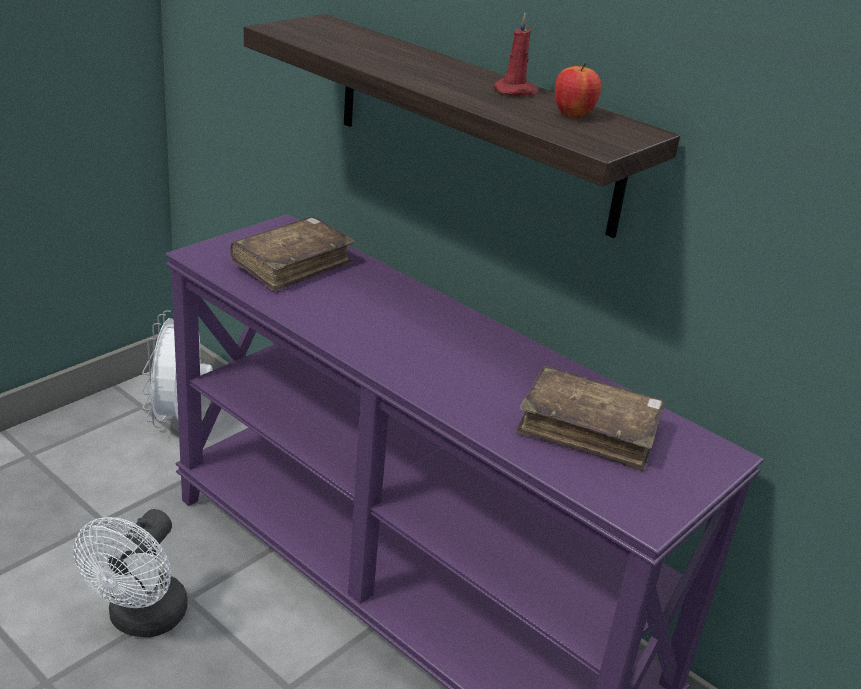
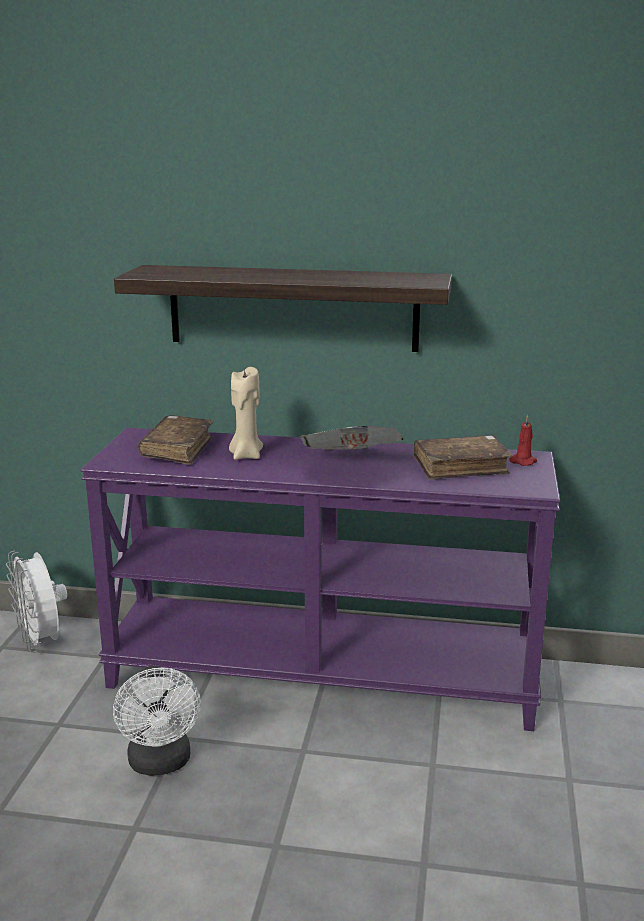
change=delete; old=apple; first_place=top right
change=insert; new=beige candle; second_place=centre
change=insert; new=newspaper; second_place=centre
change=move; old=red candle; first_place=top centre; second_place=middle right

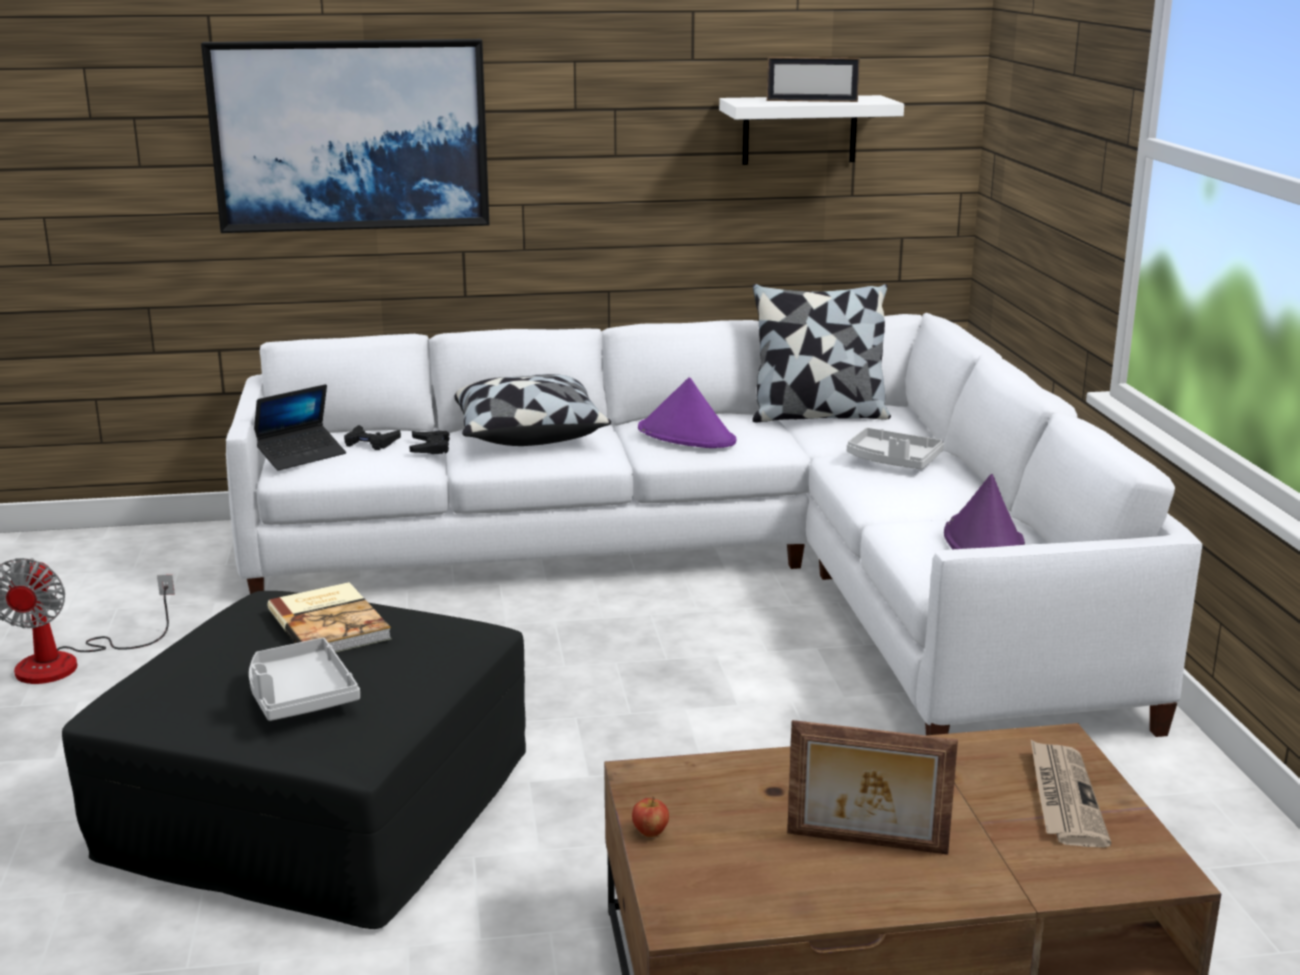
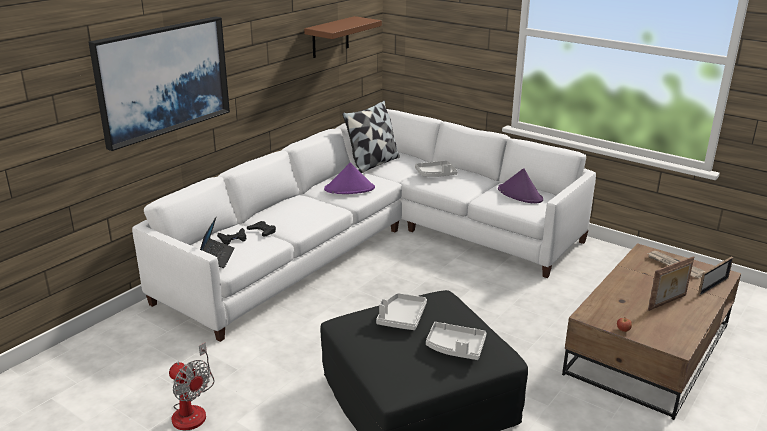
change=delete; old=pillow (1st from left); first_place=centre
change=move; old=picture frame (1st from left in the first image); new=picture frame (2nd from left); first_place=top centre; second_place=middle right
change=replace; old=book; new=grey tray (1st from left); first_place=middle left; second_place=bottom centre
change=recolor; old=white shelf; new=brown shelf; first_place=top centre; second_place=top centre

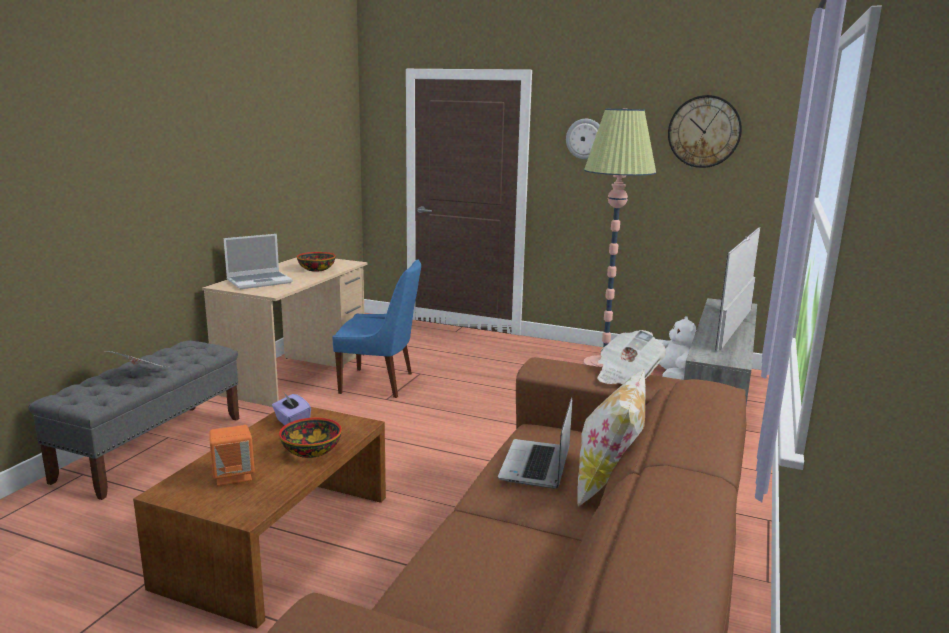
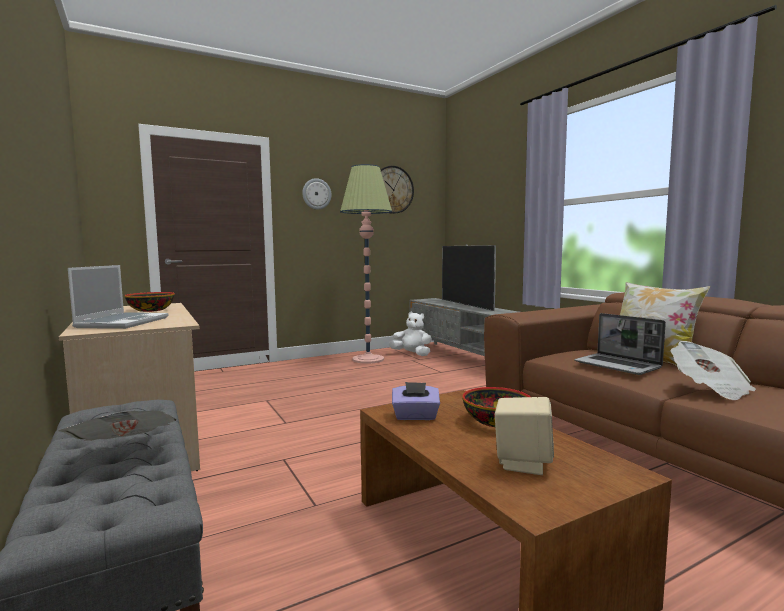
change=delete; old=blue chair; first_place=centre
change=move; old=newspaper (2nd from left); first_place=centre; second_place=middle right
change=recolor; old=orange speaker; new=beige speaker; first_place=bottom left; second_place=bottom right

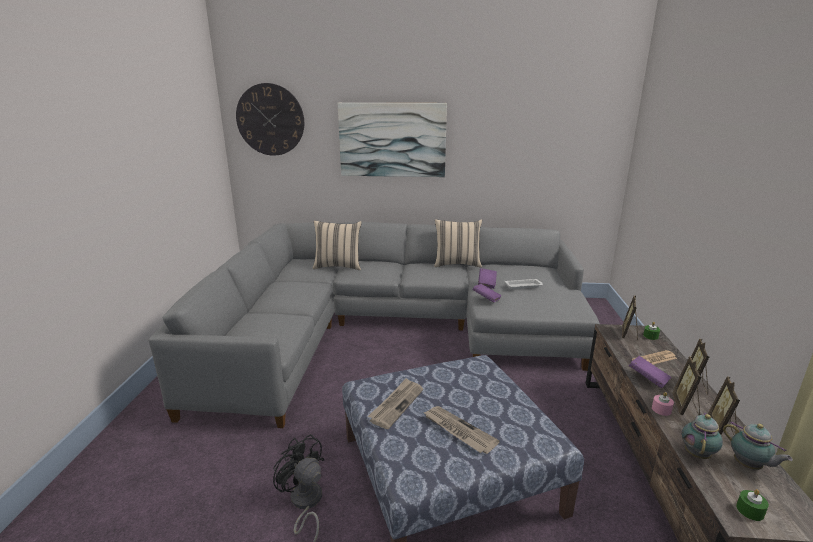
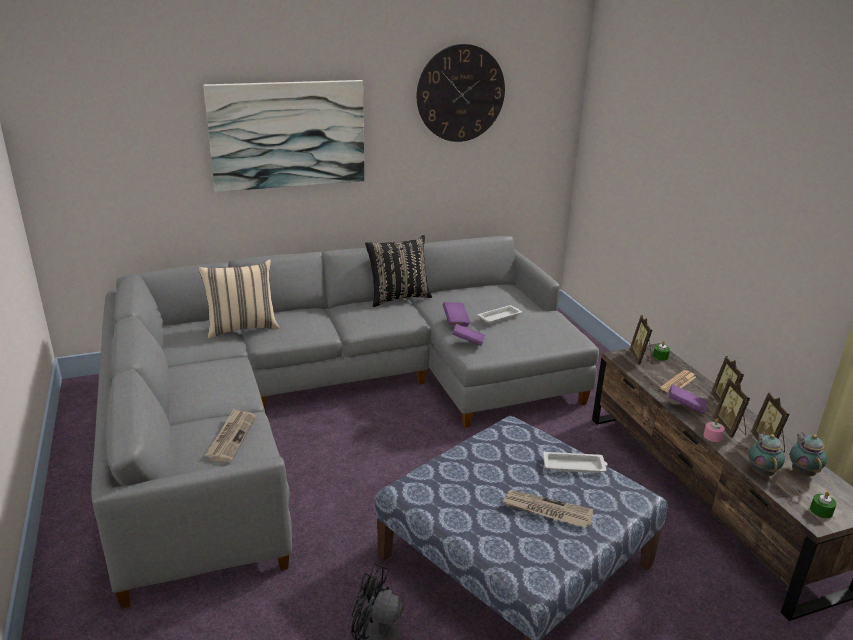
change=insert; new=white tray (2nd from left); second_place=bottom right
change=move; old=wall clock; first_place=top left; second_place=top centre
change=move; old=newspaper (1st from left); first_place=bottom centre; second_place=bottom left
change=recolor; old=beige pillow (2nd from left); new=black pillow; first_place=centre; second_place=centre
change=rotate; old=teapot (2nd from left); first_place=bottom right; second_place=bottom right; degrees=-120

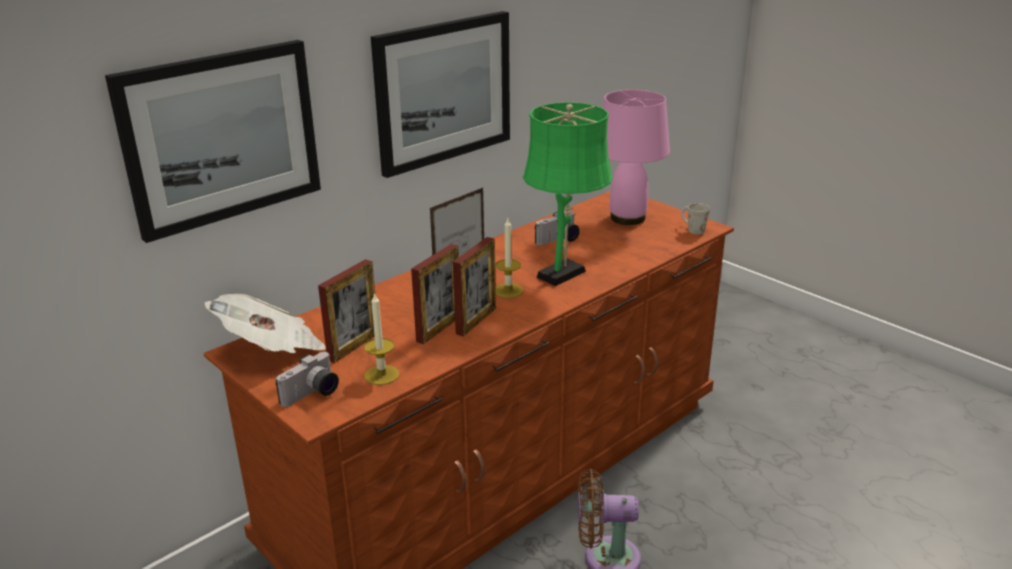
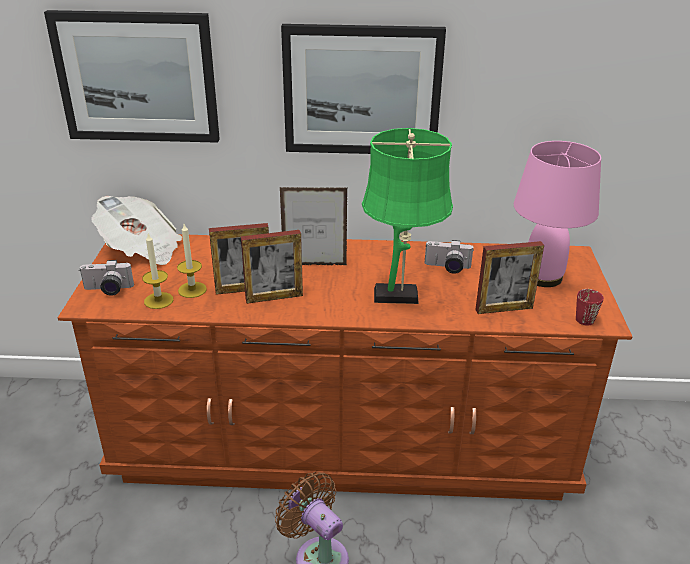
change=move; old=picture frame (1st from left in the first image); new=picture frame (4th from left); first_place=centre; second_place=middle right
change=move; old=candle (2nd from left); first_place=centre; second_place=middle left
change=recolor; old=white mug; new=red mug; first_place=middle right; second_place=middle right

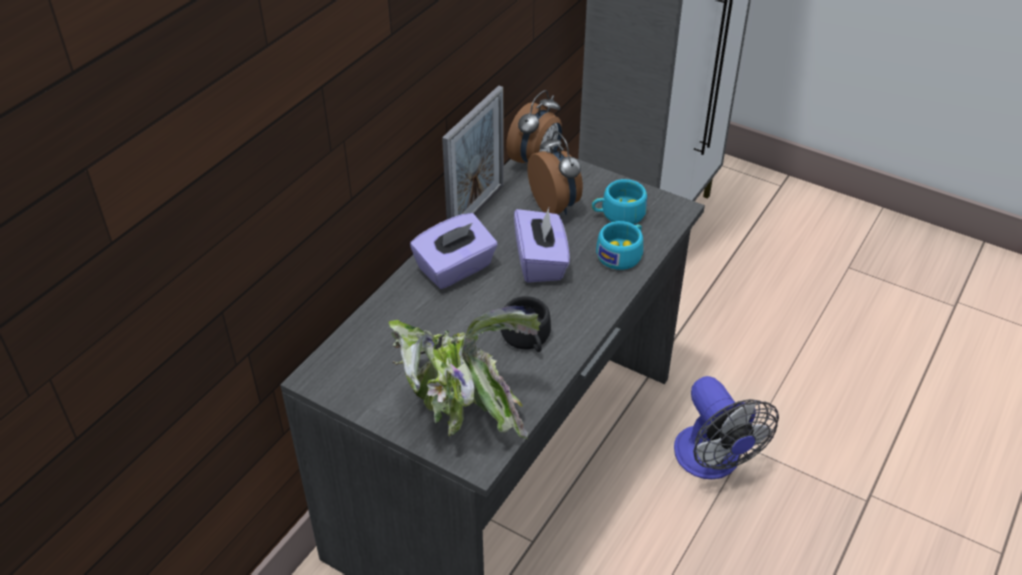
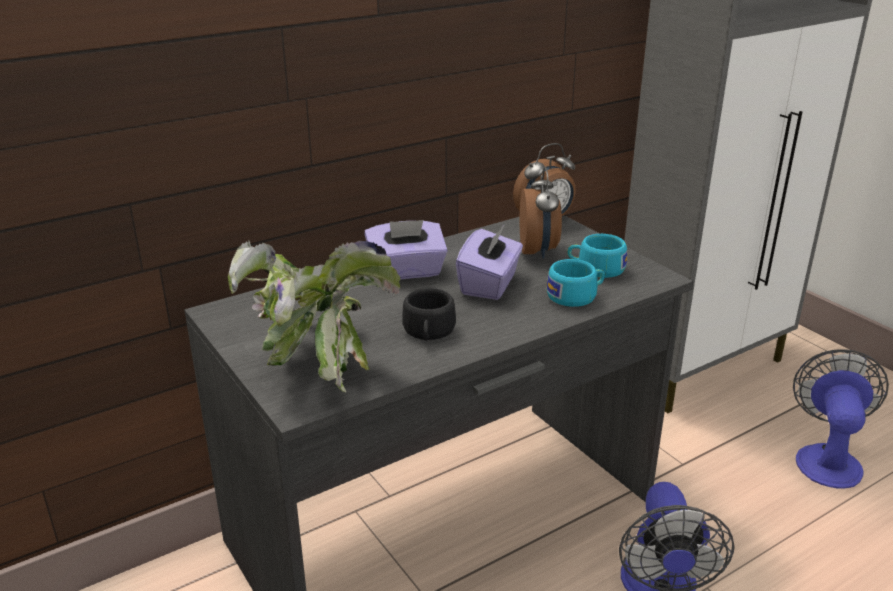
change=delete; old=picture frame; first_place=top centre
change=insert; new=fan (2nd from left); second_place=bottom right

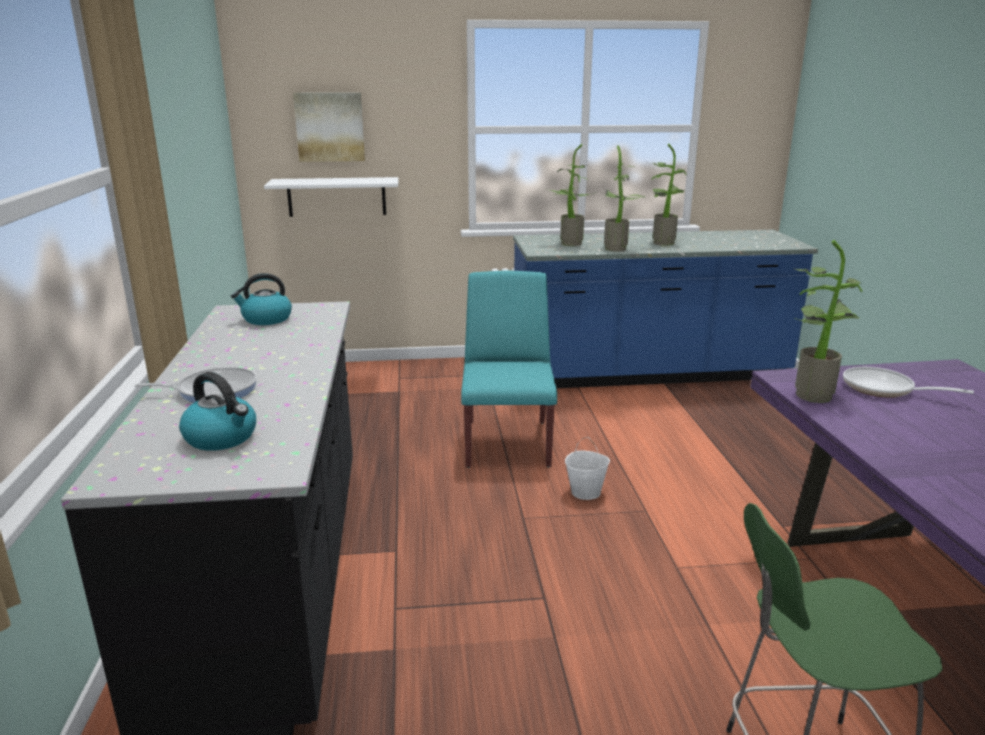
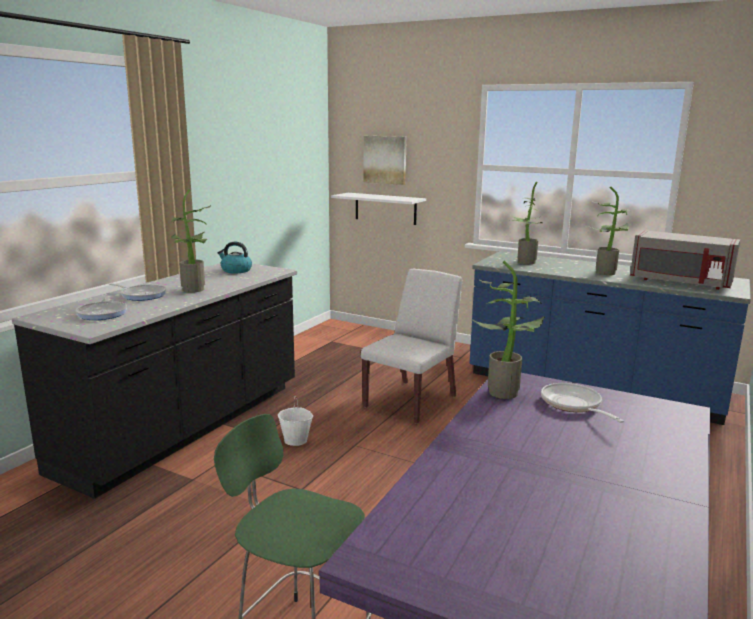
change=insert; new=grey microwave; second_place=middle right
change=move; old=white bucket; first_place=centre; second_place=bottom centre
change=move; old=potted plant (2nd from left in the first image); new=potted plant (1st from left); first_place=top centre; second_place=middle left
change=replace; old=kettle (1st from left); new=frying pan (1st from left); first_place=middle left; second_place=middle left
change=recolor; old=turquoise chair; new=white chair; first_place=centre; second_place=centre

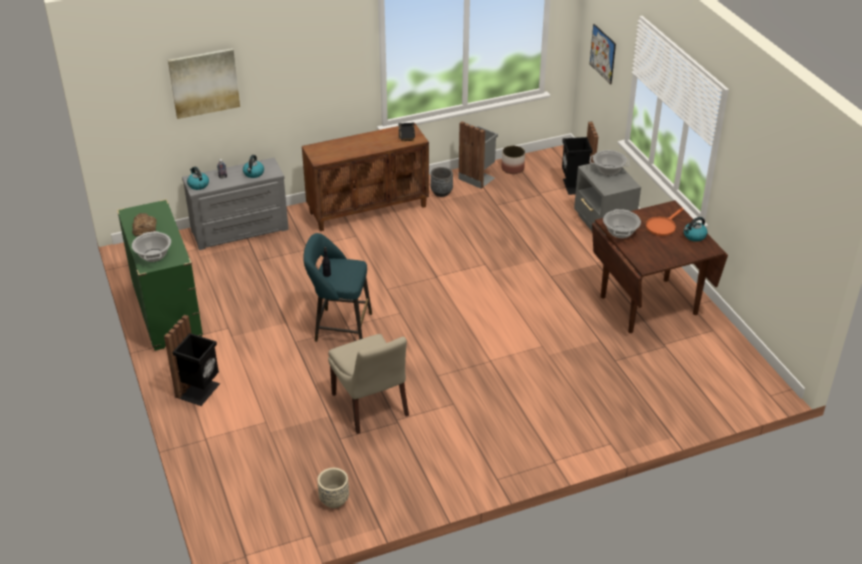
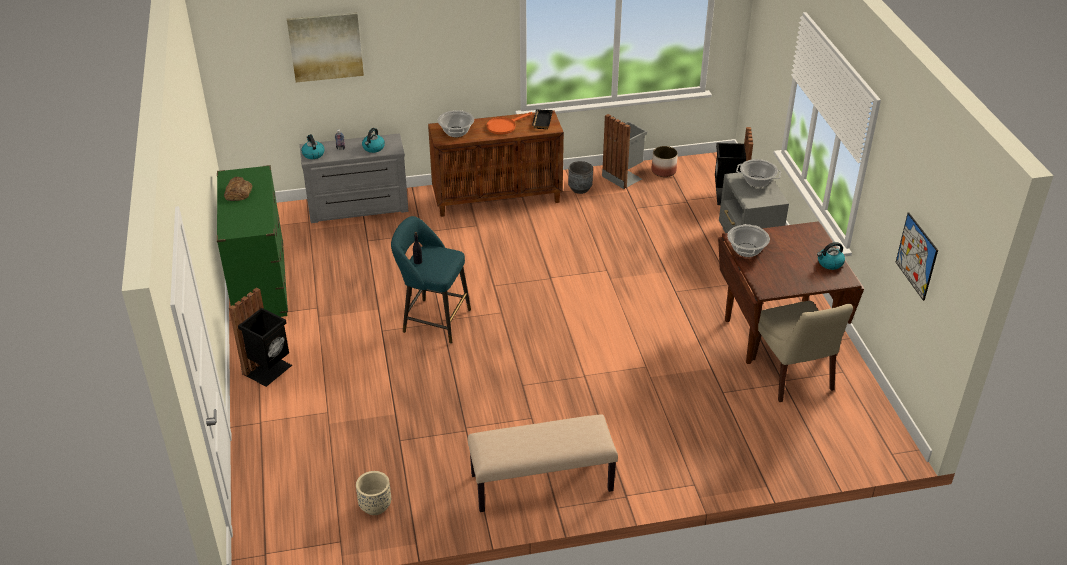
change=insert; new=beige bench; second_place=bottom centre
change=move; old=cooking pot (1st from left); first_place=middle left; second_place=top centre
change=move; old=beige chair; first_place=bottom centre; second_place=middle right
change=move; old=picture (2nd from left); first_place=top right; second_place=middle right
change=move; old=orange frying pan; first_place=middle right; second_place=top centre

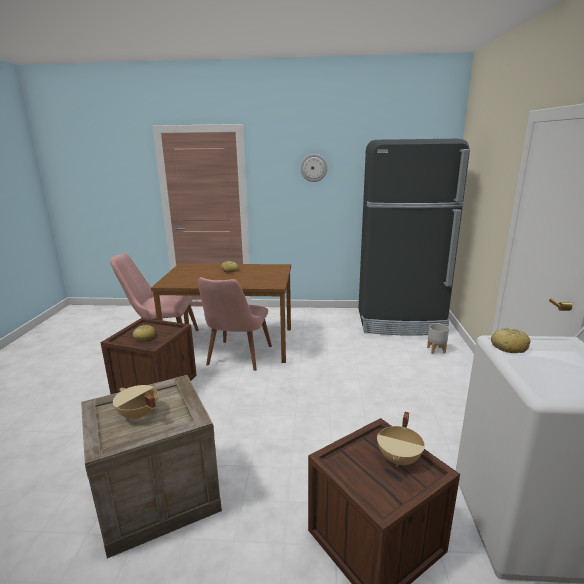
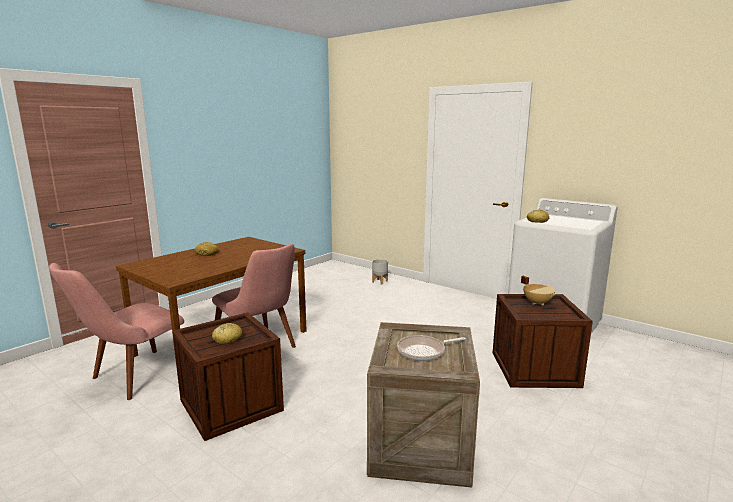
change=delete; old=wall clock; first_place=top centre
change=delete; old=black fridge; first_place=middle right
change=replace; old=beige cooking pot (1st from left); new=frying pan; first_place=bottom left; second_place=bottom centre

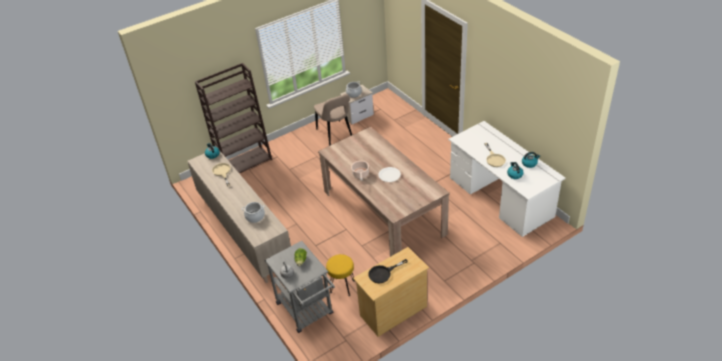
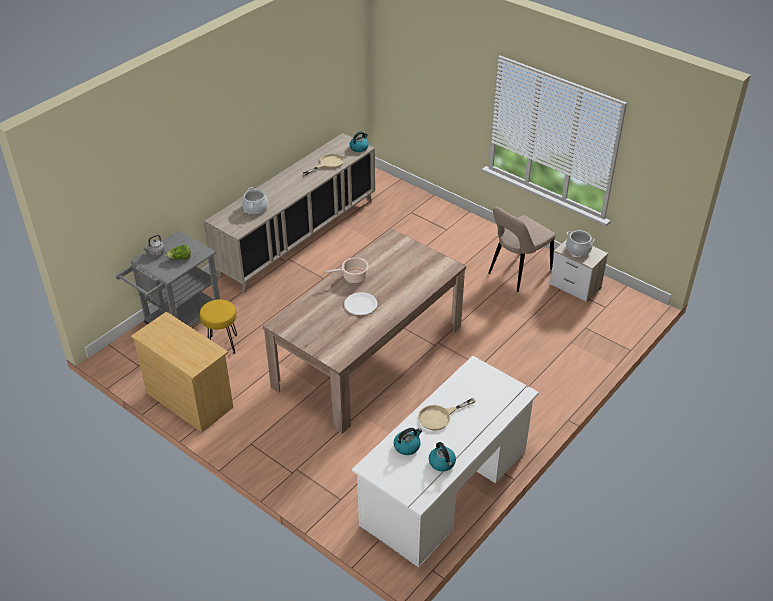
change=delete; old=brown bookcase; first_place=top left
change=delete; old=black frying pan; first_place=bottom centre

